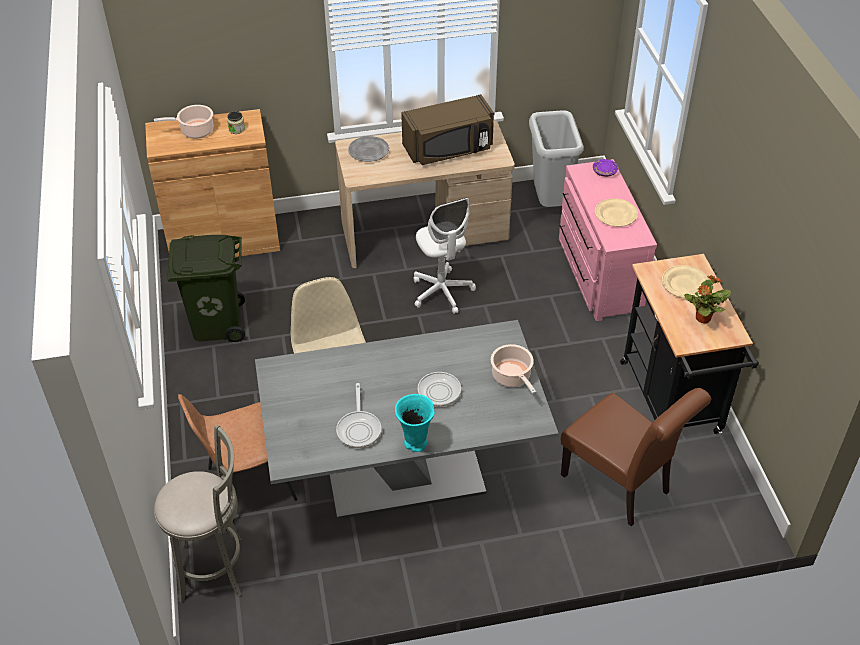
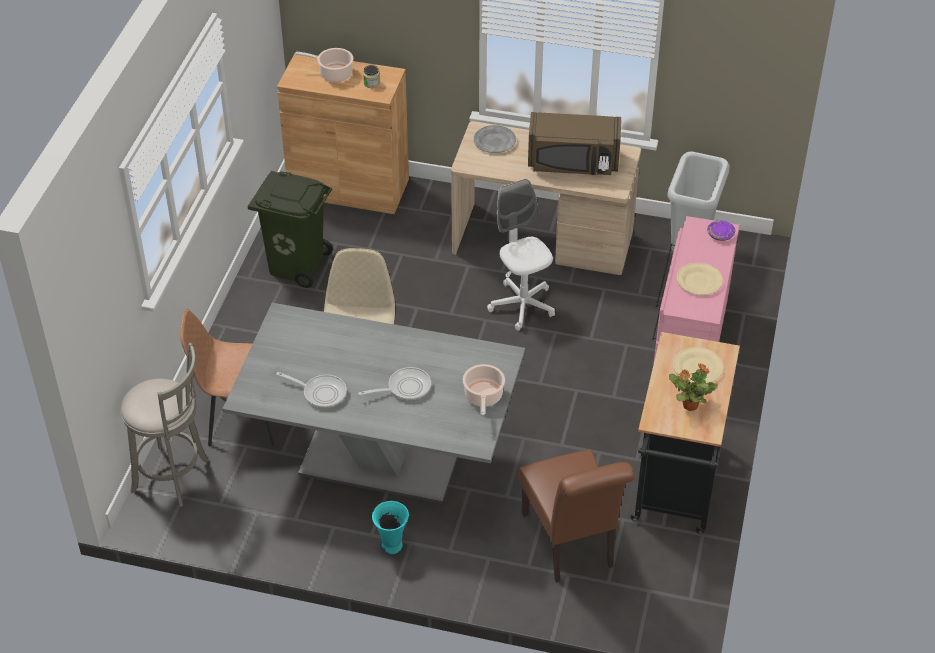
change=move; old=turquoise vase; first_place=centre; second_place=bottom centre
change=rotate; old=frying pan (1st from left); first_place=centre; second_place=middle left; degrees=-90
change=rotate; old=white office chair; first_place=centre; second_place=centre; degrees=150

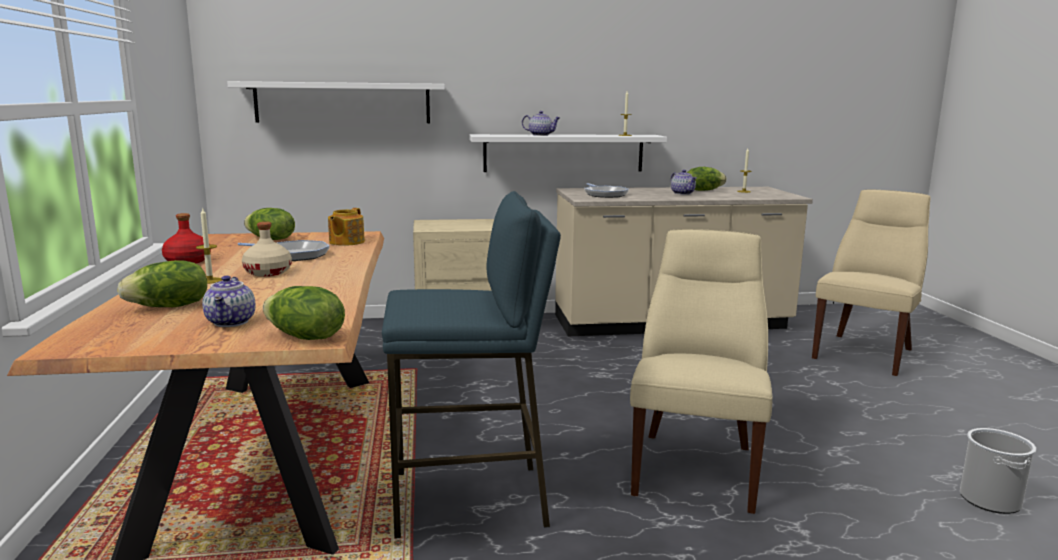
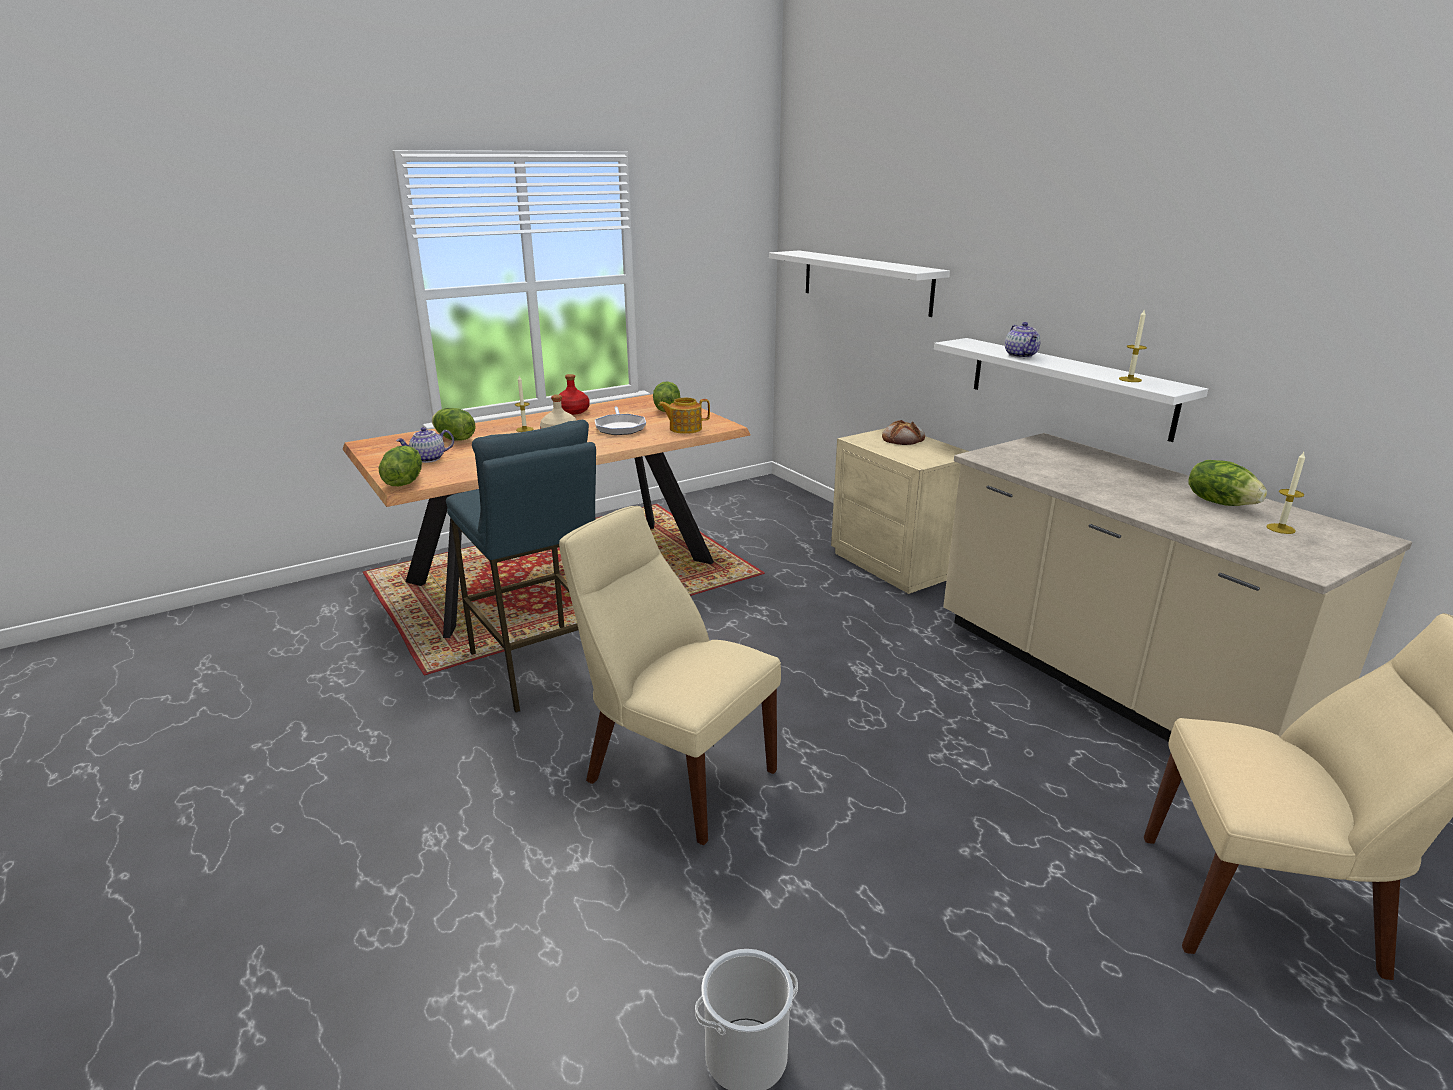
change=delete; old=frying pan (2nd from left); first_place=centre
change=delete; old=teapot (4th from left); first_place=top centre
change=insert; new=bread; second_place=centre
change=rotate; old=beige chair (1st from left); first_place=centre; second_place=centre; degrees=-135

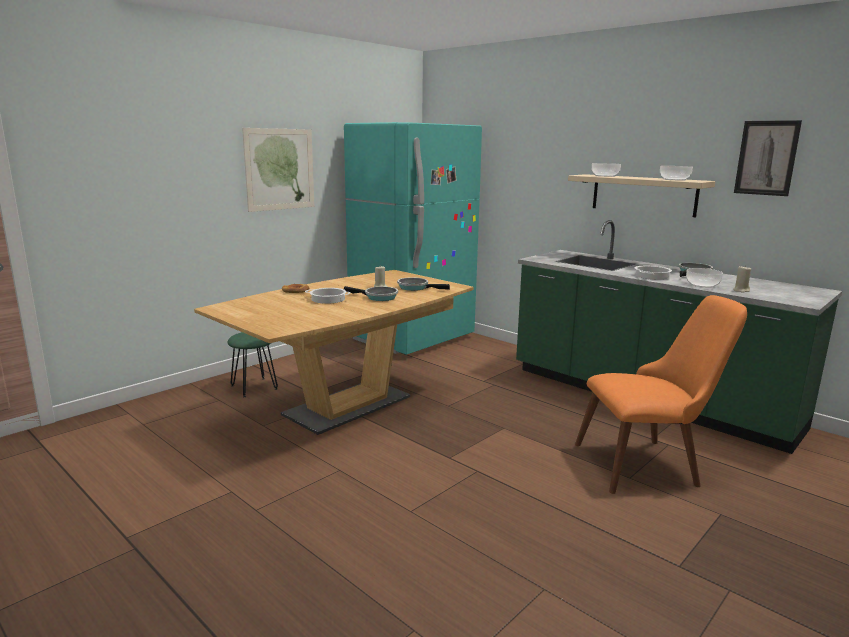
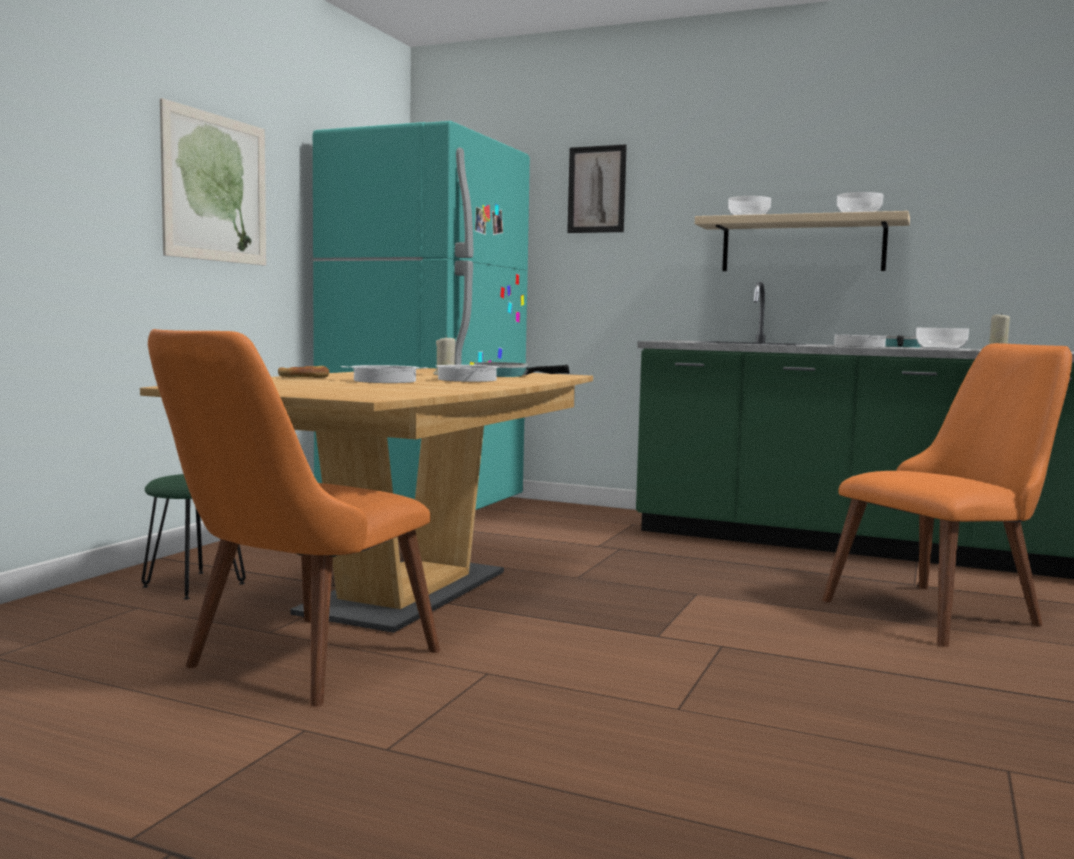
change=insert; new=orange chair (1st from left); second_place=middle left
change=move; old=picture (2nd from left); first_place=top right; second_place=top centre
change=replace; old=frying pan (1st from left); new=cooking pot (2nd from left); first_place=centre; second_place=centre

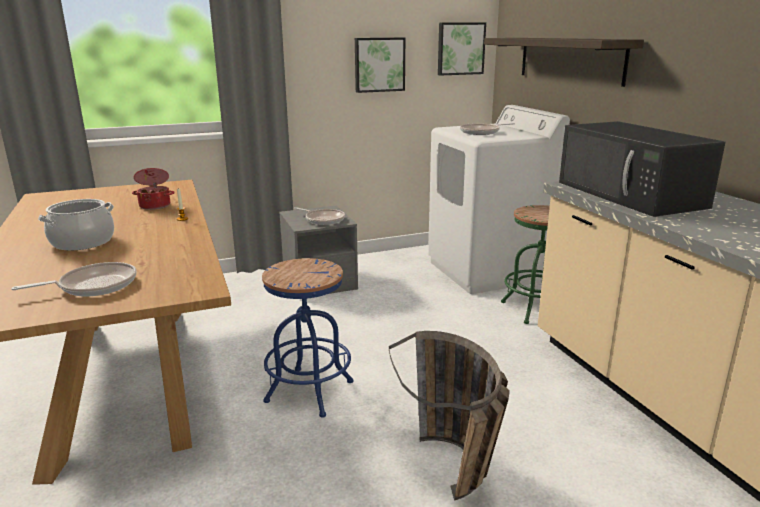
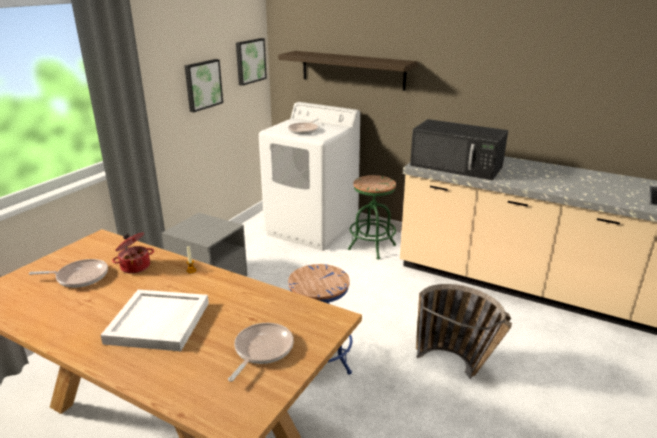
change=move; old=frying pan (2nd from left in the first image); new=frying pan (1st from left); first_place=centre; second_place=middle left
change=replace; old=cooking pot (1st from left); new=white tray; first_place=middle left; second_place=bottom left

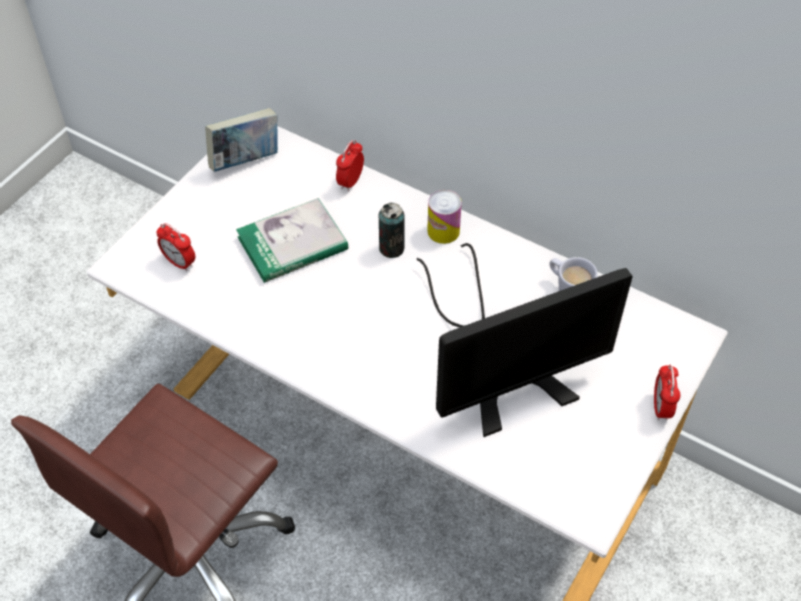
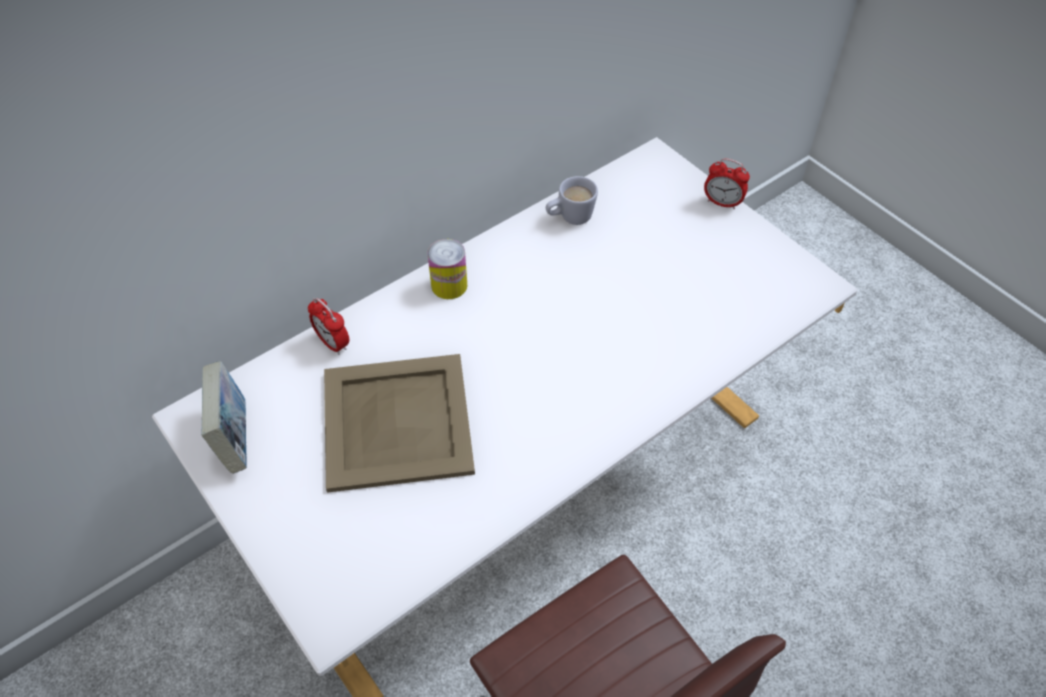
change=delete; old=alarm clock (1st from left); first_place=middle left
change=delete; old=can (1st from left); first_place=centre
change=delete; old=monitor; first_place=centre
change=replace; old=book (2nd from left); new=beige tray; first_place=centre; second_place=centre

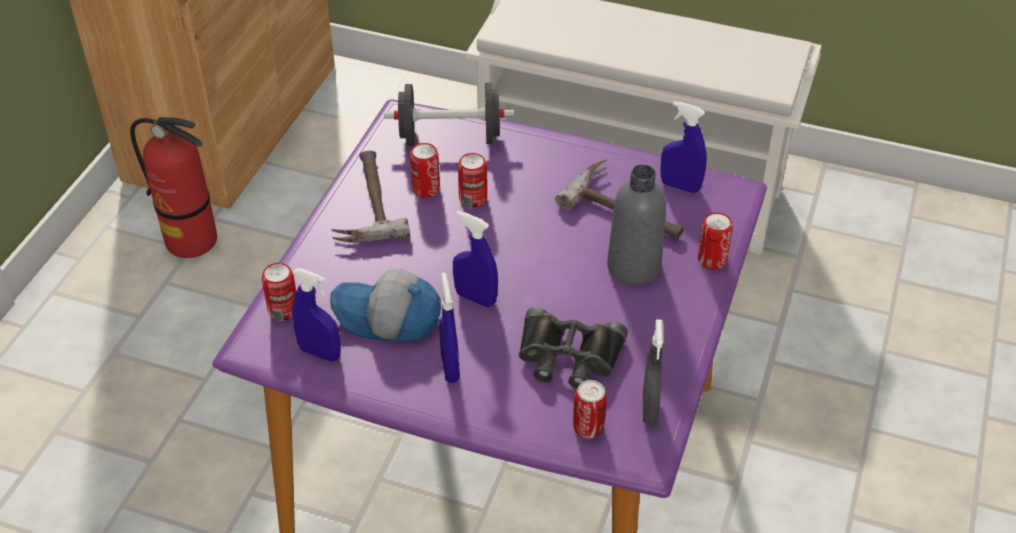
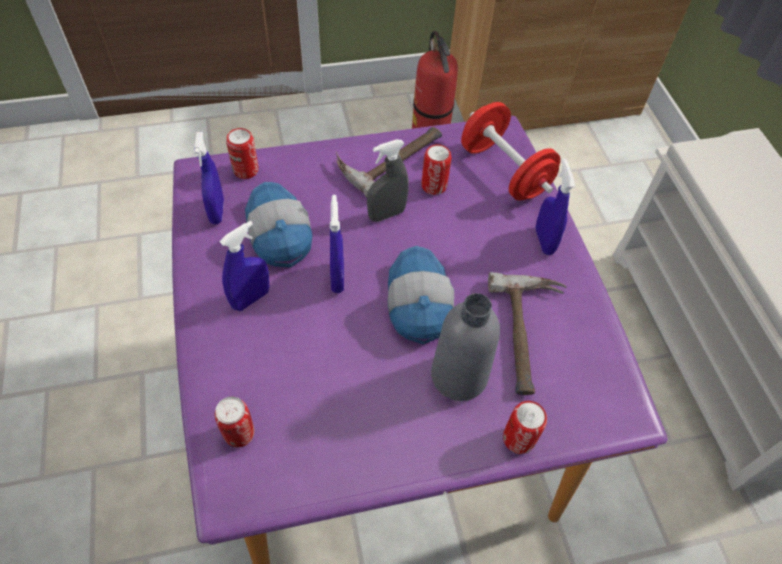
change=delete; old=can (3rd from left); first_place=centre
change=delete; old=black binoculars; first_place=centre
change=insert; new=cap (2nd from left); second_place=centre
change=move; old=grey spray bottle; first_place=bottom centre; second_place=top centre
change=move; old=blue spray bottle (4th from left); first_place=top right; second_place=middle right
change=recolor; old=black dumbbell; new=red dumbbell; first_place=top centre; second_place=top centre

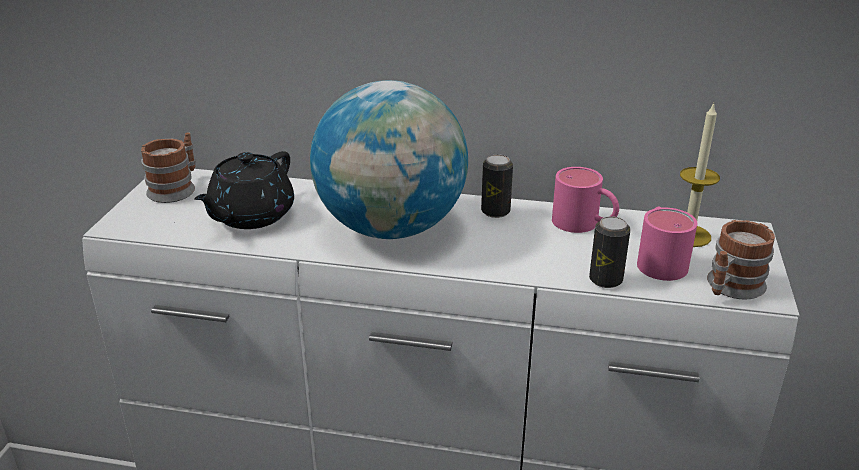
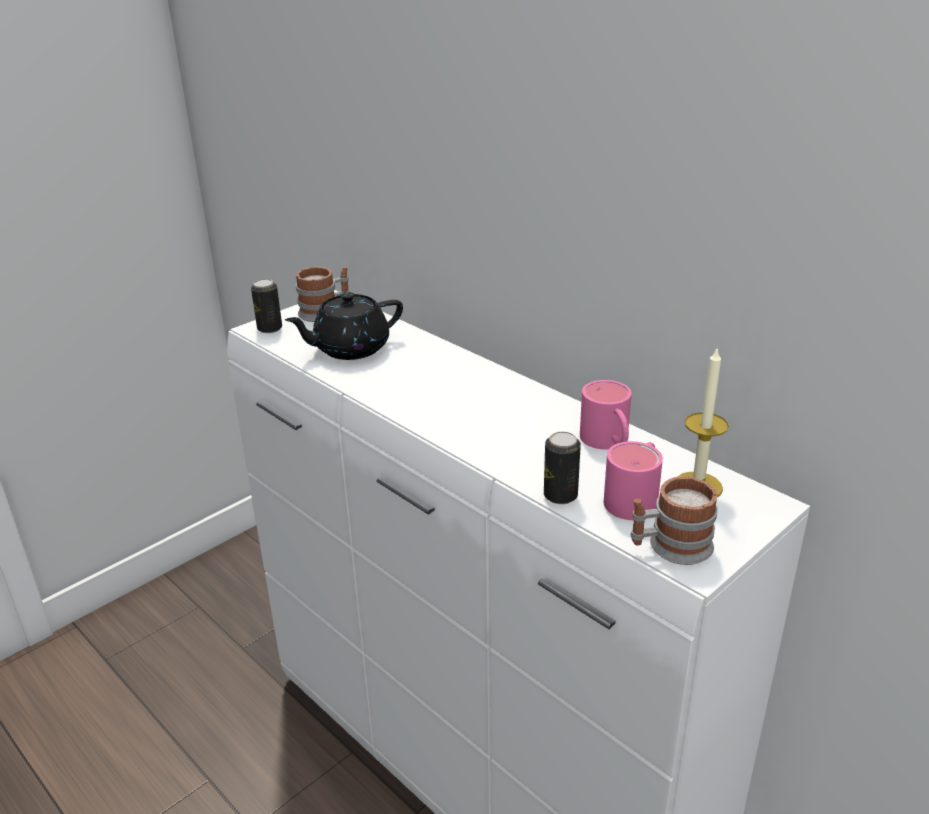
change=delete; old=globe; first_place=centre
change=move; old=can (1st from left); first_place=centre; second_place=middle left

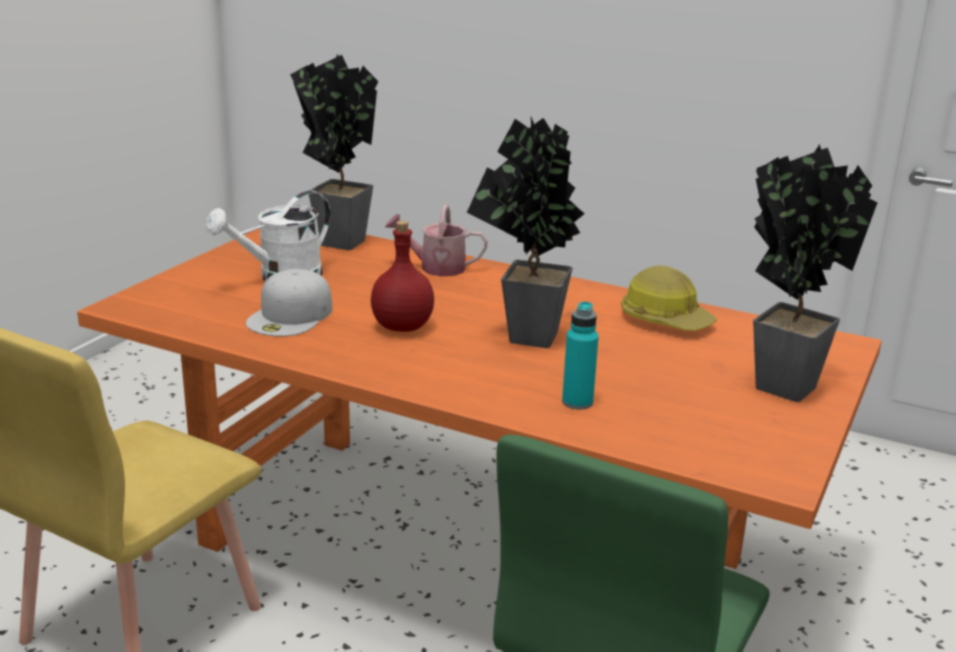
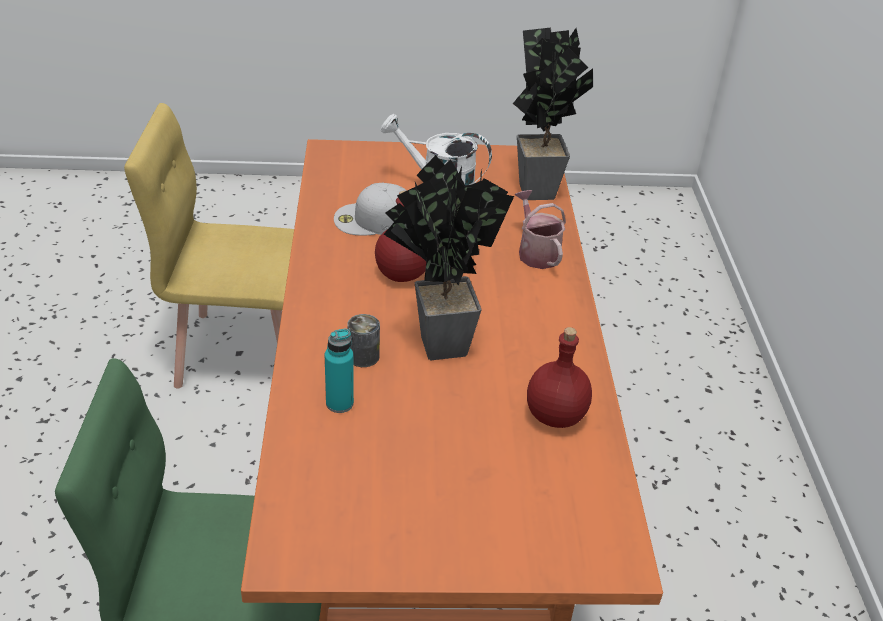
change=delete; old=potted plant (3rd from left); first_place=middle right
change=insert; new=can; second_place=centre
change=replace; old=hard hat; new=red bottle (2nd from left); first_place=middle right; second_place=centre

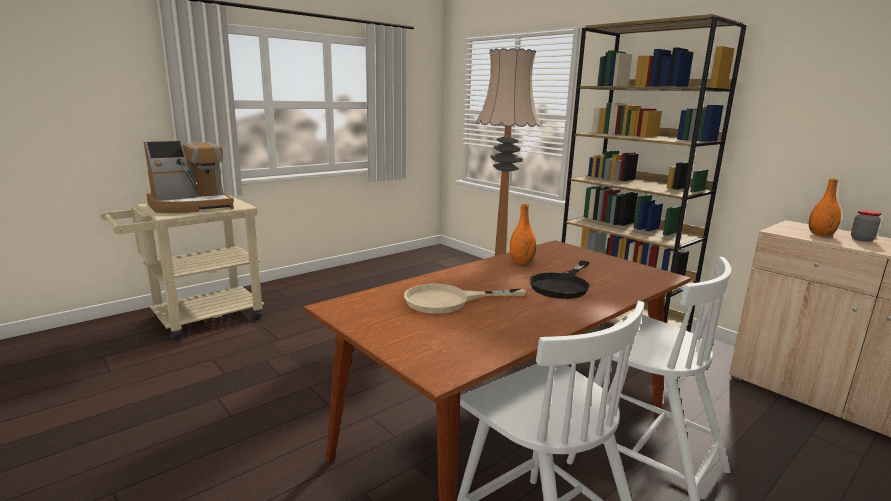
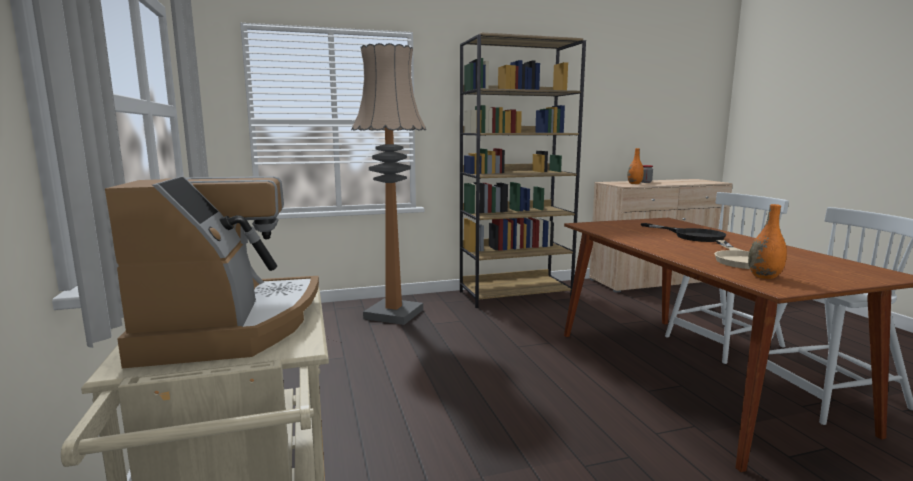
change=move; old=orange vase (1st from left in the first image); new=orange vase (2nd from left); first_place=centre; second_place=middle right

